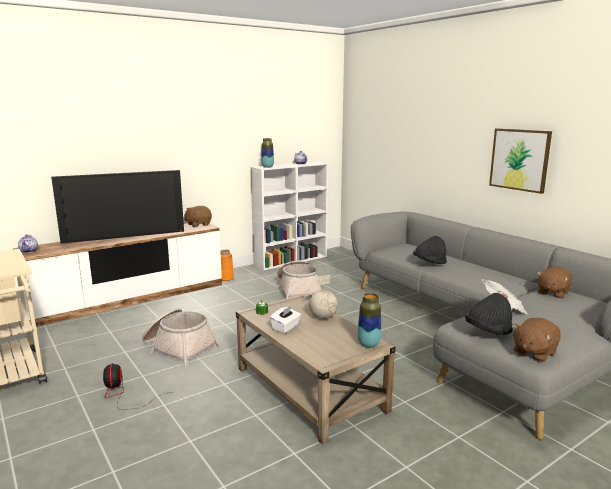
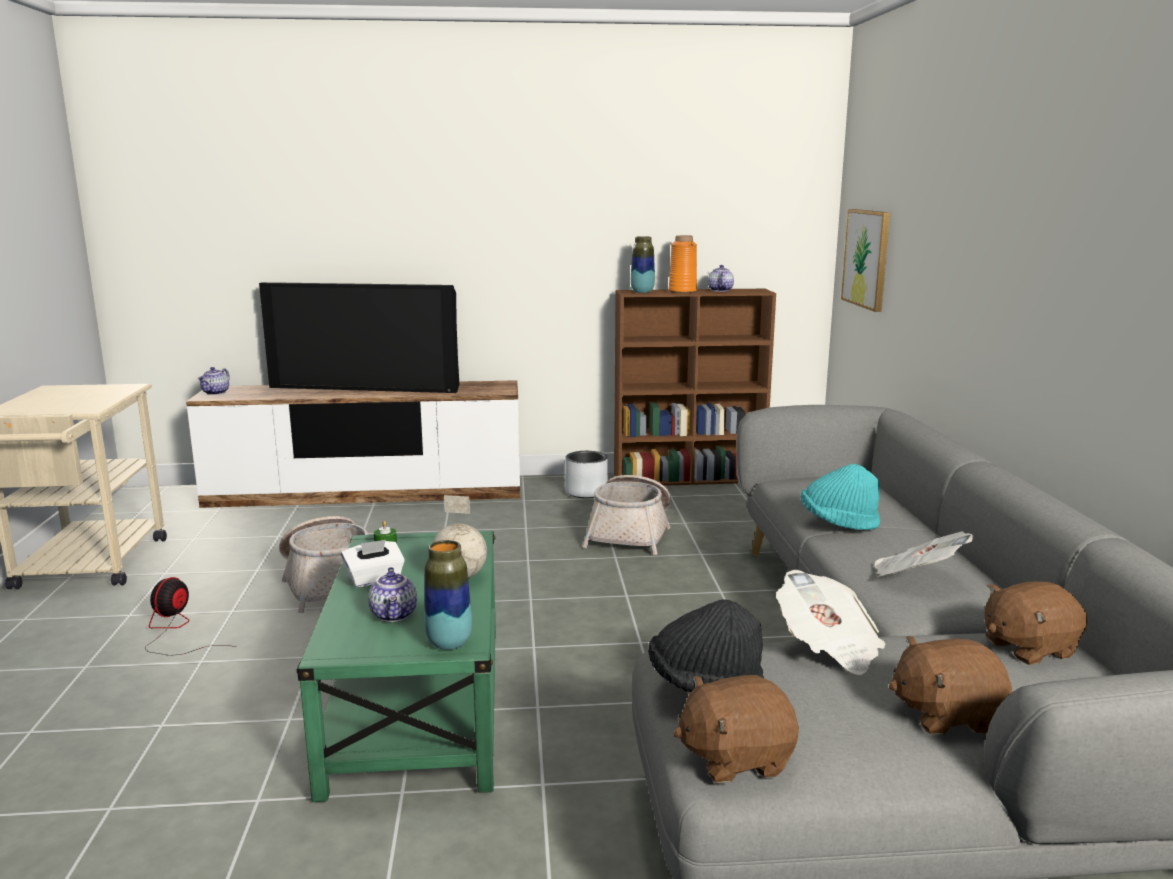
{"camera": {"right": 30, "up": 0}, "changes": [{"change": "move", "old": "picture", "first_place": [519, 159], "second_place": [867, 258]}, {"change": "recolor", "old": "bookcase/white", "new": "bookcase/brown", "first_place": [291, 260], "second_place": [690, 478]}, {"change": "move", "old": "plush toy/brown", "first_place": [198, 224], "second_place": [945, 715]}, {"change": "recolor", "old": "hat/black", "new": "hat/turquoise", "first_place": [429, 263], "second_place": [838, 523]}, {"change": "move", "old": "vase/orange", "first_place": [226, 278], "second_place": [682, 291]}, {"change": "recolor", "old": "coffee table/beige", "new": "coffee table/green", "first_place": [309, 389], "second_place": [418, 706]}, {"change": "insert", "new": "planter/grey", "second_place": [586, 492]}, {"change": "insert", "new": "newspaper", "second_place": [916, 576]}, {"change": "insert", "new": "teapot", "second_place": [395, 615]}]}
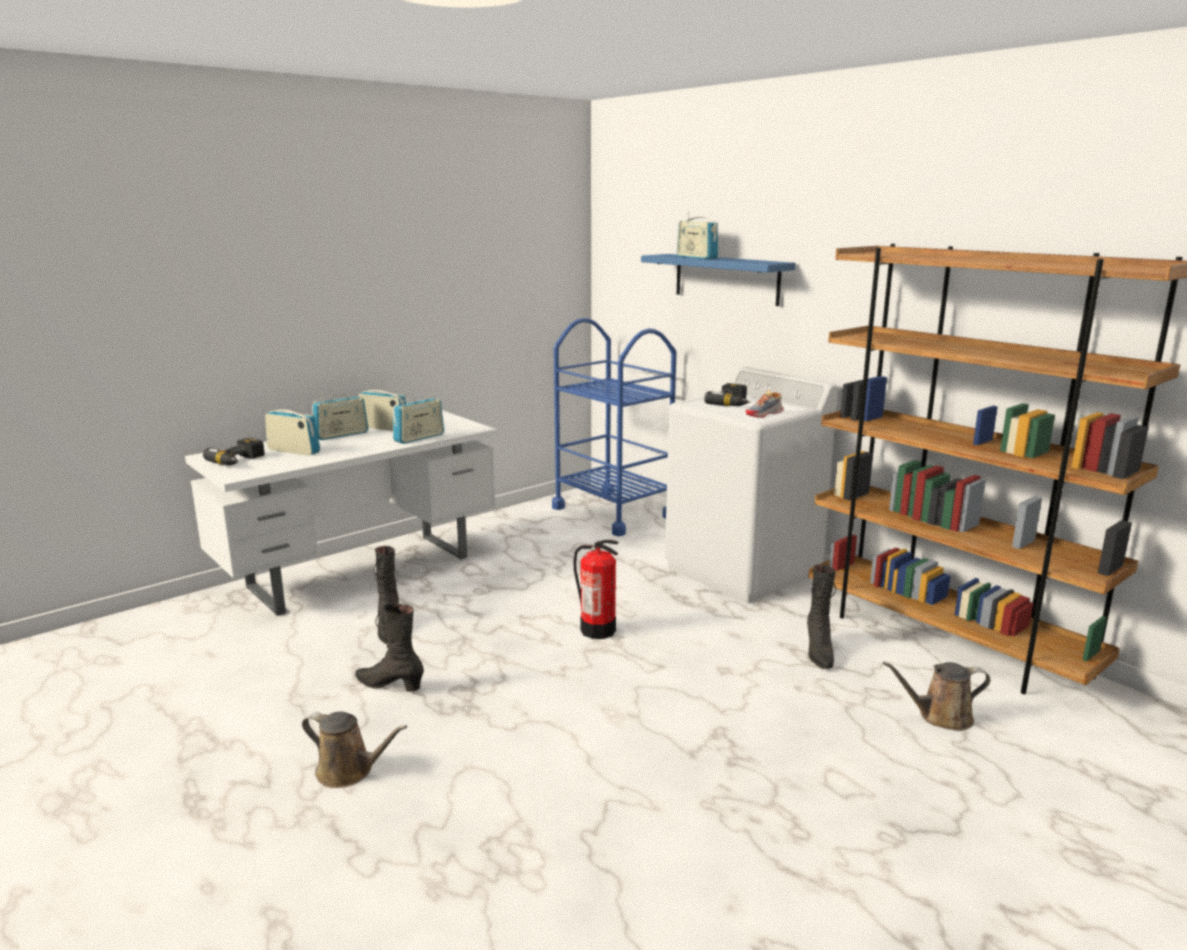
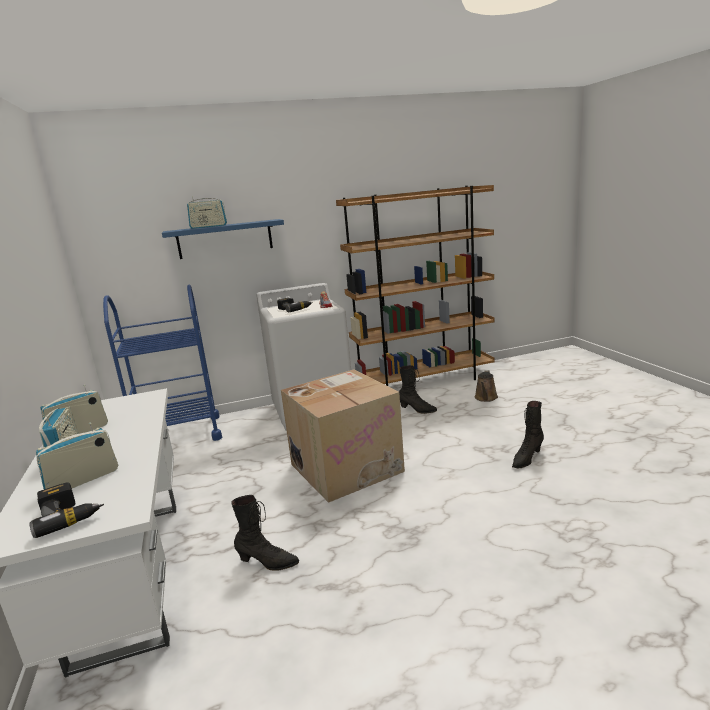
{"camera": {"right": -65, "up": 0}, "changes": [{"change": "delete", "old": "radio", "first_place": [419, 438]}, {"change": "replace", "old": "fire extinguisher", "new": "cardboard box", "first_place": [597, 630], "second_place": [346, 467]}, {"change": "move", "old": "boot/black", "first_place": [390, 685], "second_place": [526, 459]}, {"change": "delete", "old": "watering can/brown", "first_place": [349, 771]}]}
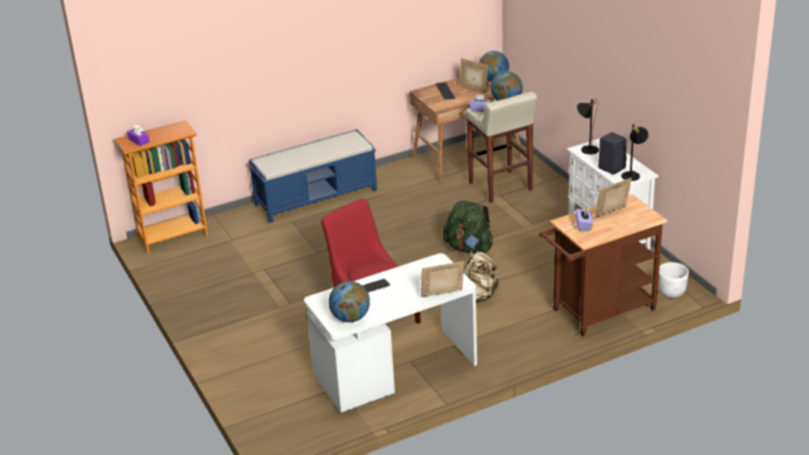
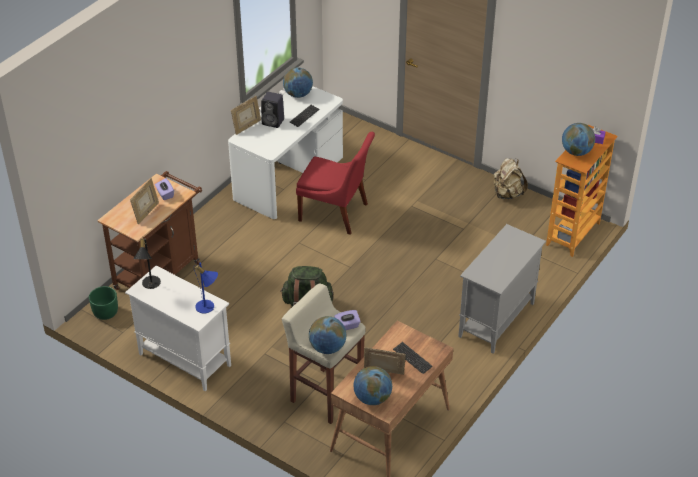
{"camera": {"right": 150, "up": 10}, "changes": [{"change": "recolor", "old": "table lamp/black", "new": "table lamp/blue", "first_place": [587, 148], "second_place": [208, 308]}, {"change": "replace", "old": "bench/blue", "new": "cabinet/grey", "first_place": [317, 197], "second_place": [496, 320]}, {"change": "move", "old": "speaker/black", "first_place": [611, 168], "second_place": [273, 122]}, {"change": "move", "old": "backpack/beige", "first_place": [479, 296], "second_place": [507, 194]}, {"change": "recolor", "old": "planter/white", "new": "planter/green", "first_place": [671, 292], "second_place": [105, 312]}, {"change": "insert", "new": "globe", "second_place": [576, 152]}]}
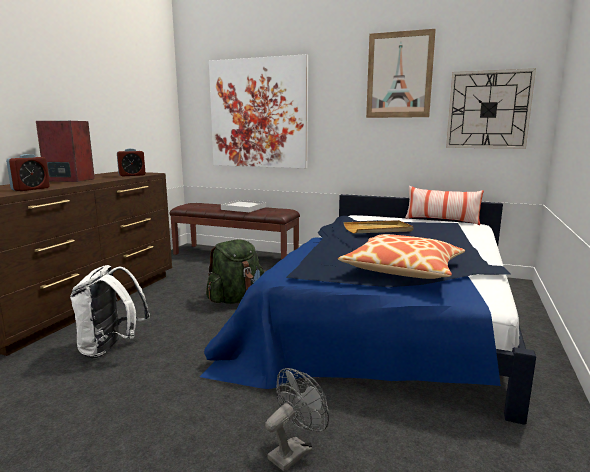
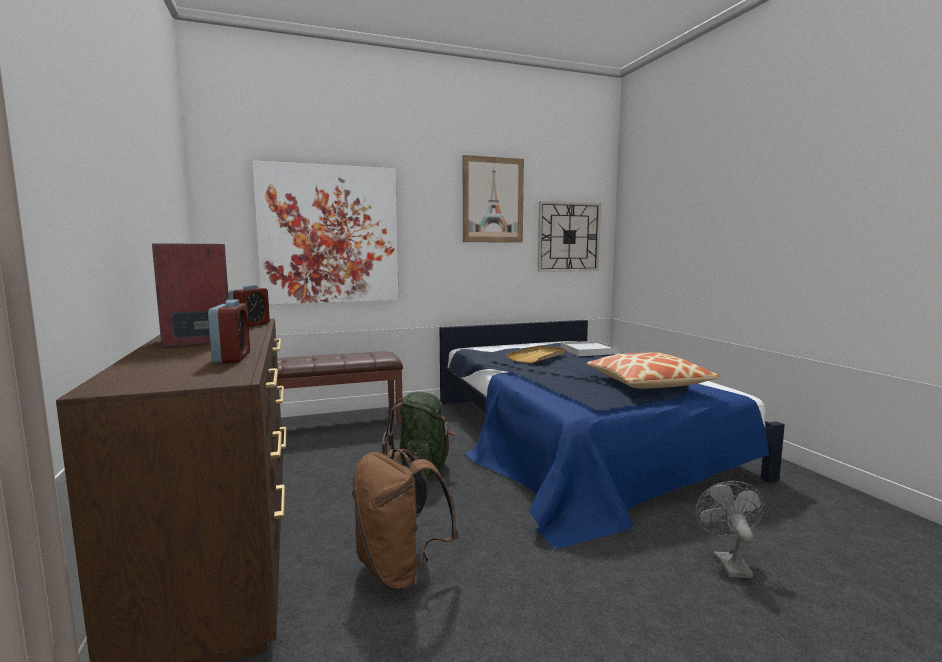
{"camera": {"right": -40, "up": -5}, "changes": [{"change": "delete", "old": "pillow", "first_place": [441, 221]}, {"change": "move", "old": "tray/white", "first_place": [244, 208], "second_place": [588, 351]}, {"change": "recolor", "old": "backpack/white", "new": "backpack/brown", "first_place": [111, 348], "second_place": [400, 571]}]}
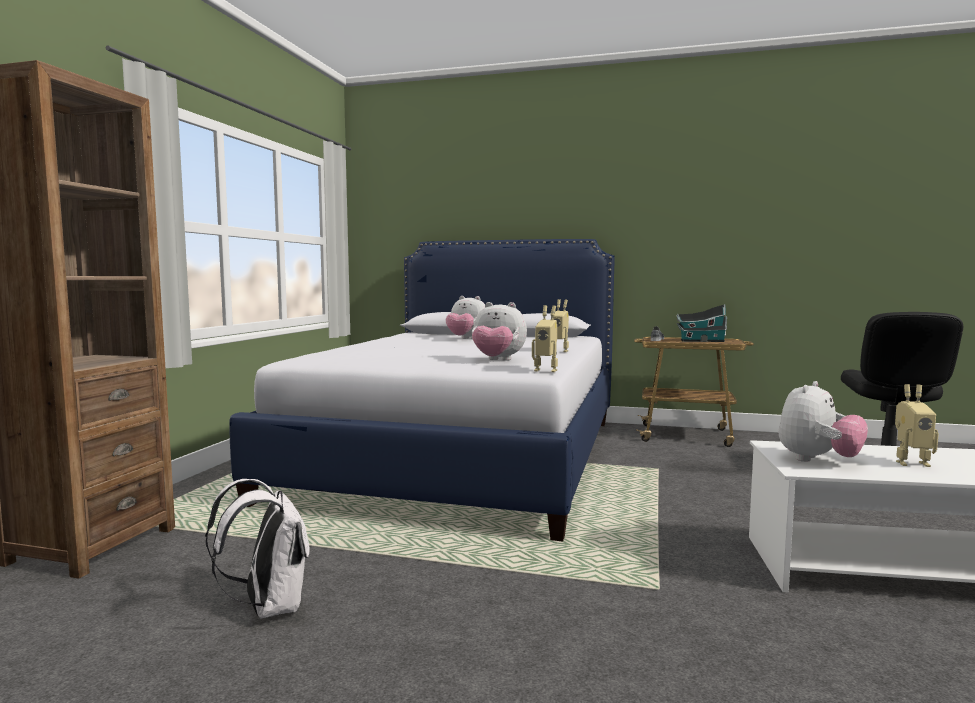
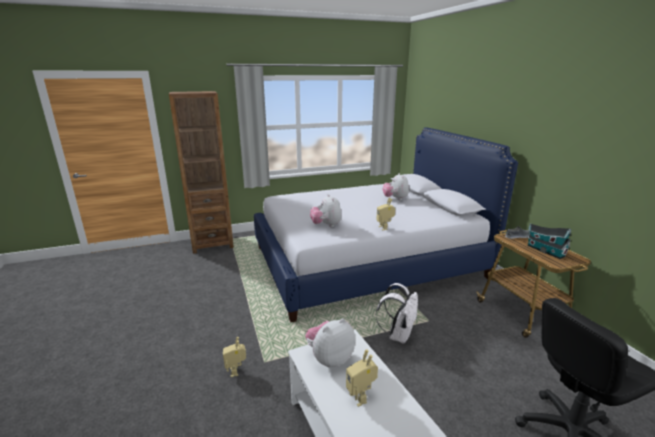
{"camera": {"right": 55, "up": 15}, "changes": [{"change": "move", "old": "toy robot", "first_place": [546, 370], "second_place": [236, 371]}, {"change": "rotate", "old": "plush toy", "first_place": [817, 460], "second_place": [329, 358], "degrees": 135}, {"change": "move", "old": "backpack/white", "first_place": [269, 607], "second_place": [398, 335]}]}
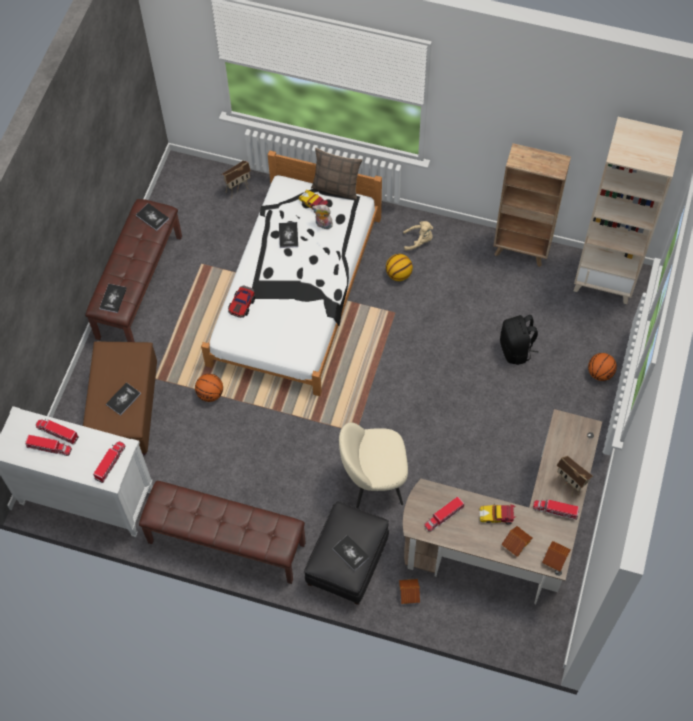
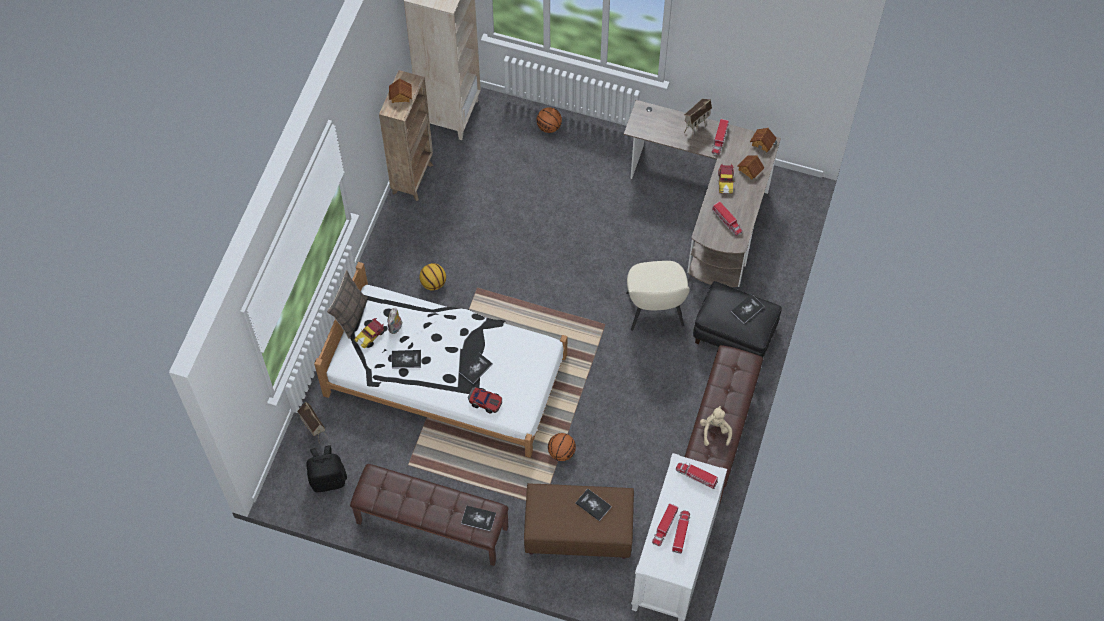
{"camera": {"right": -90, "up": 0}, "changes": [{"change": "move", "old": "book", "first_place": [152, 217], "second_place": [476, 368]}, {"change": "move", "old": "plush toy/beige", "first_place": [419, 241], "second_place": [715, 431]}, {"change": "move", "old": "backpack/black", "first_place": [516, 350], "second_place": [328, 479]}, {"change": "move", "old": "toy house", "first_place": [408, 593], "second_place": [400, 96]}]}
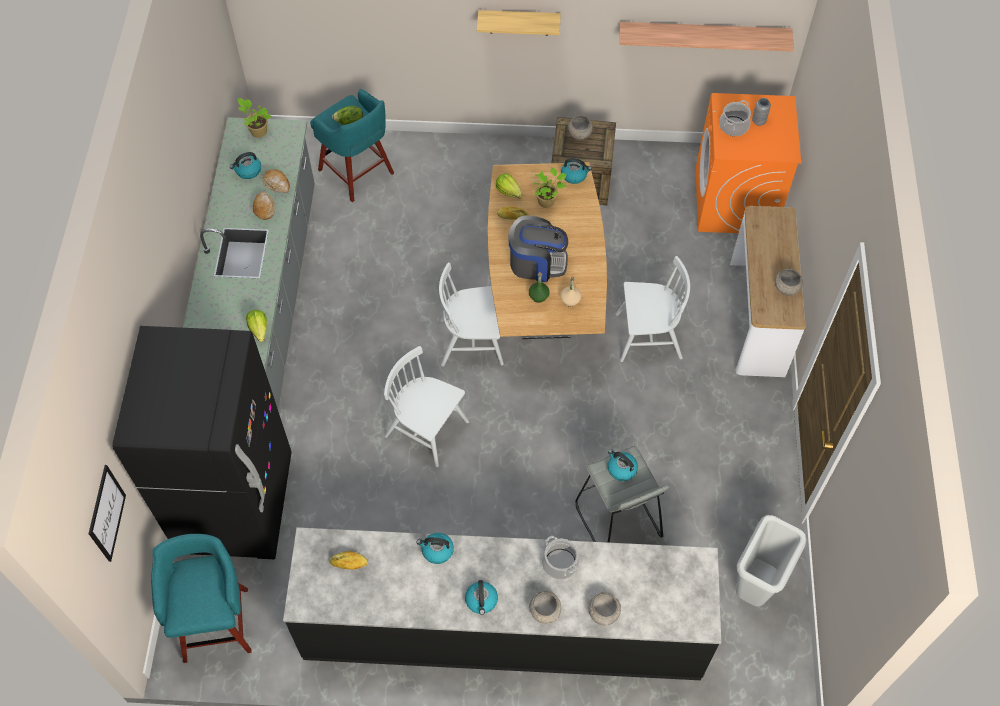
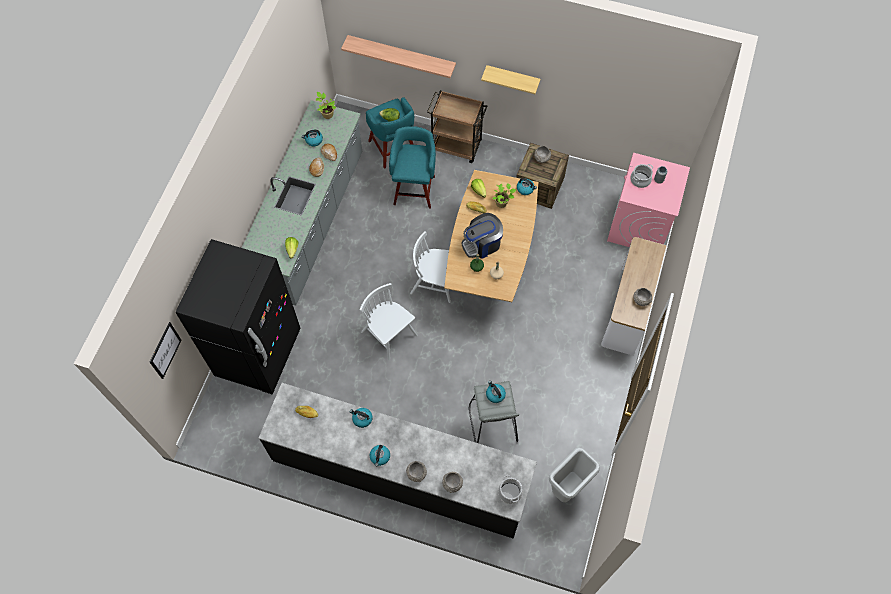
{"camera": {"right": 15, "up": 5}, "changes": [{"change": "move", "old": "shelf", "first_place": [703, 36], "second_place": [401, 55]}, {"change": "recolor", "old": "washing machine/orange", "new": "washing machine/pink", "first_place": [735, 201], "second_place": [639, 225]}, {"change": "rotate", "old": "coffee machine", "first_place": [536, 262], "second_place": [482, 244], "degrees": 135}, {"change": "delete", "old": "chair/white", "first_place": [648, 336]}, {"change": "move", "old": "stool/turquoise", "first_place": [216, 621], "second_place": [414, 189]}, {"change": "move", "old": "cooking pot", "first_place": [560, 563], "second_place": [510, 492]}, {"change": "insert", "new": "cart/brown", "second_place": [456, 146]}]}
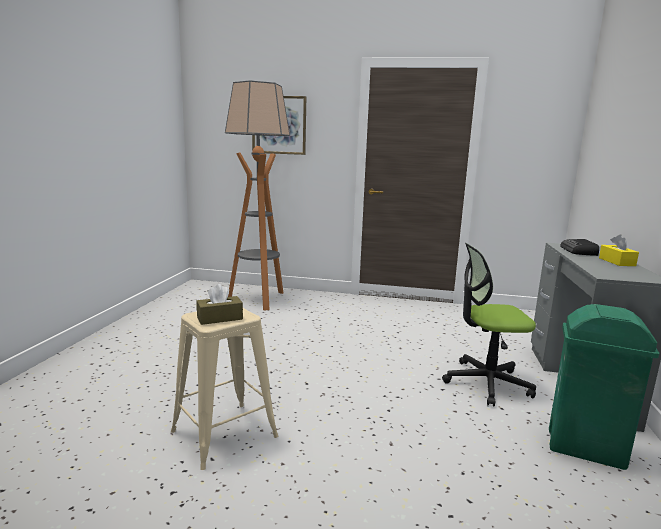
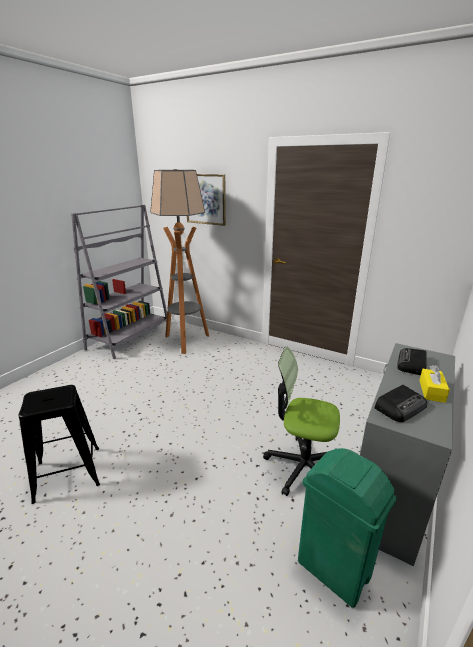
{"camera": {"right": 20, "up": 10}, "changes": [{"change": "delete", "old": "tissue box/brown", "first_place": [220, 318]}, {"change": "recolor", "old": "stool/beige", "new": "stool/black", "first_place": [224, 434], "second_place": [68, 473]}, {"change": "insert", "new": "bookcase/grey", "second_place": [130, 338]}, {"change": "insert", "new": "radio", "second_place": [400, 407]}]}
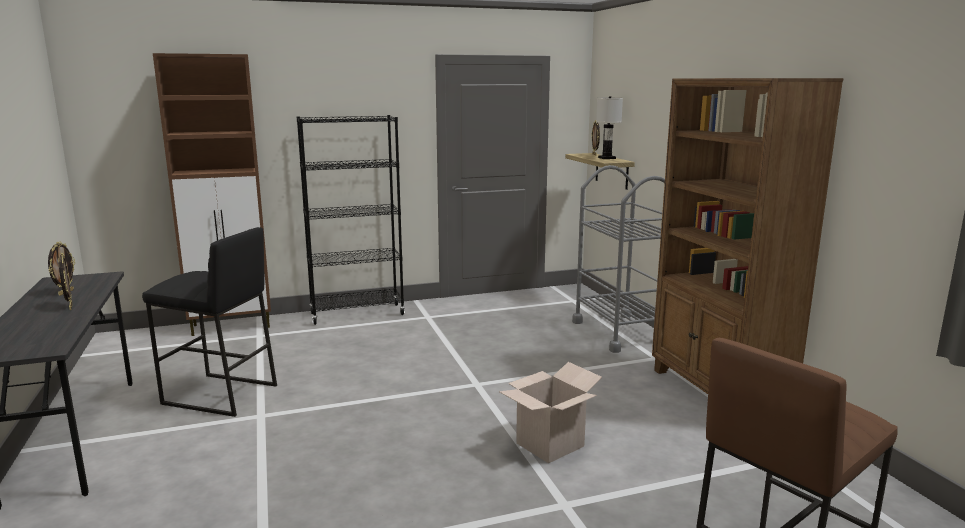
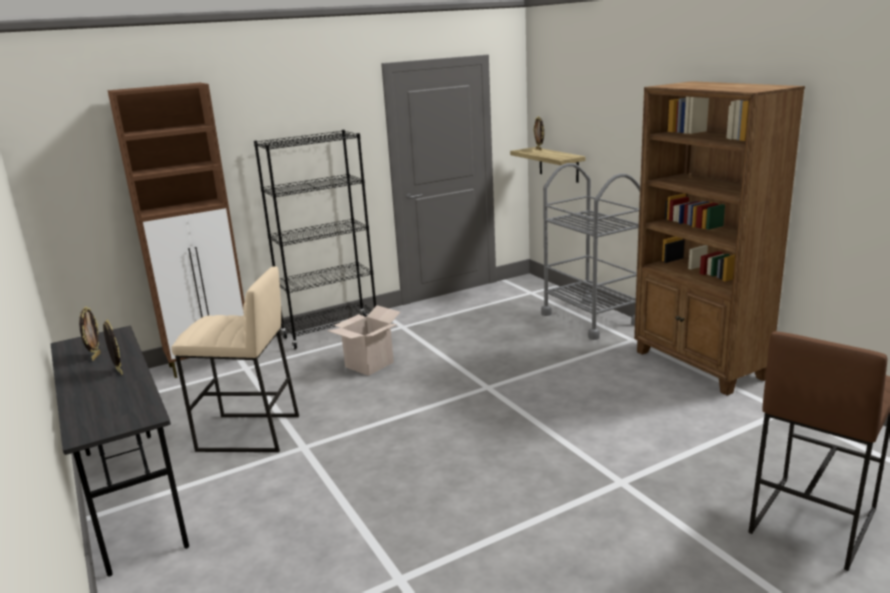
{"camera": {"right": -10, "up": 5}, "changes": [{"change": "delete", "old": "table lamp/white", "first_place": [606, 158]}, {"change": "recolor", "old": "stool/black", "new": "stool/beige", "first_place": [219, 395], "second_place": [248, 433]}, {"change": "move", "old": "cardboard box", "first_place": [550, 445], "second_place": [369, 365]}]}
